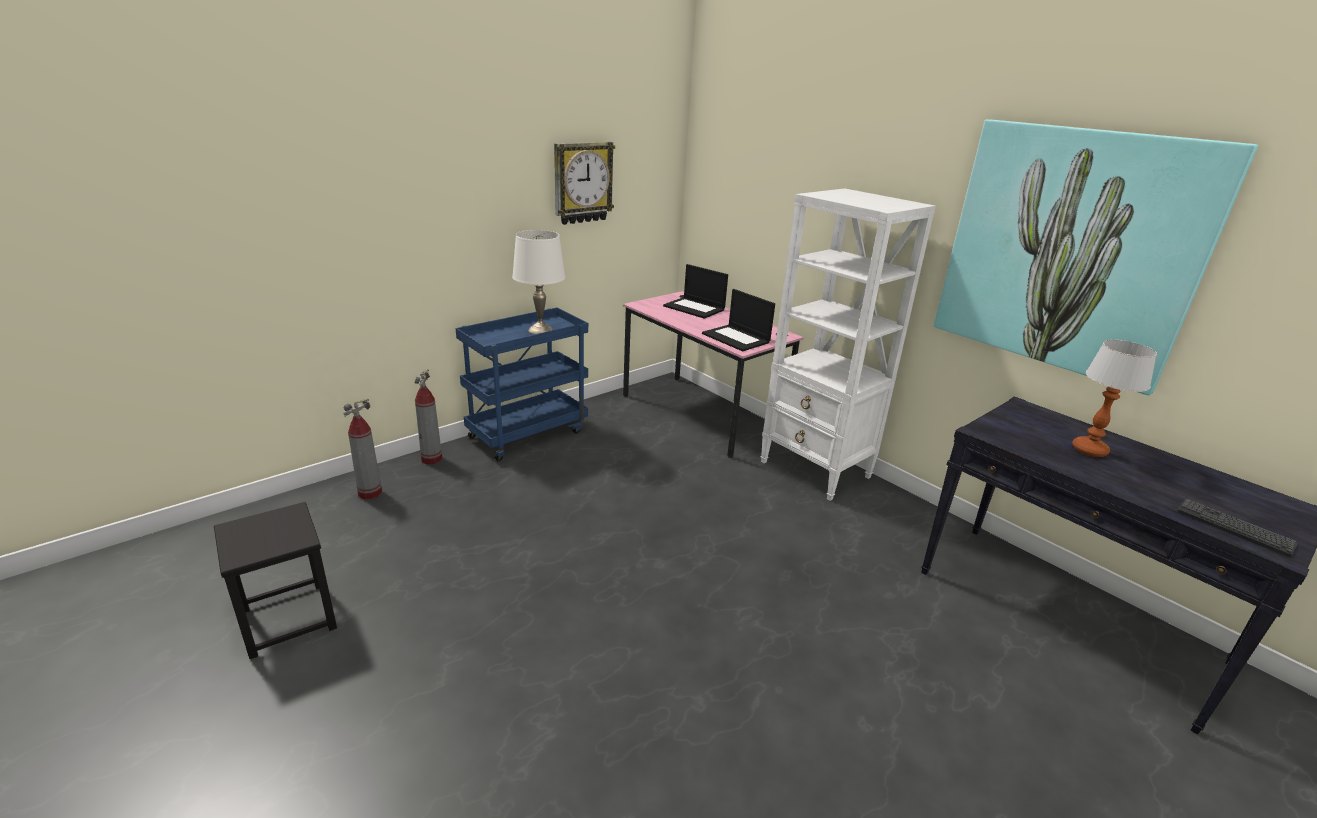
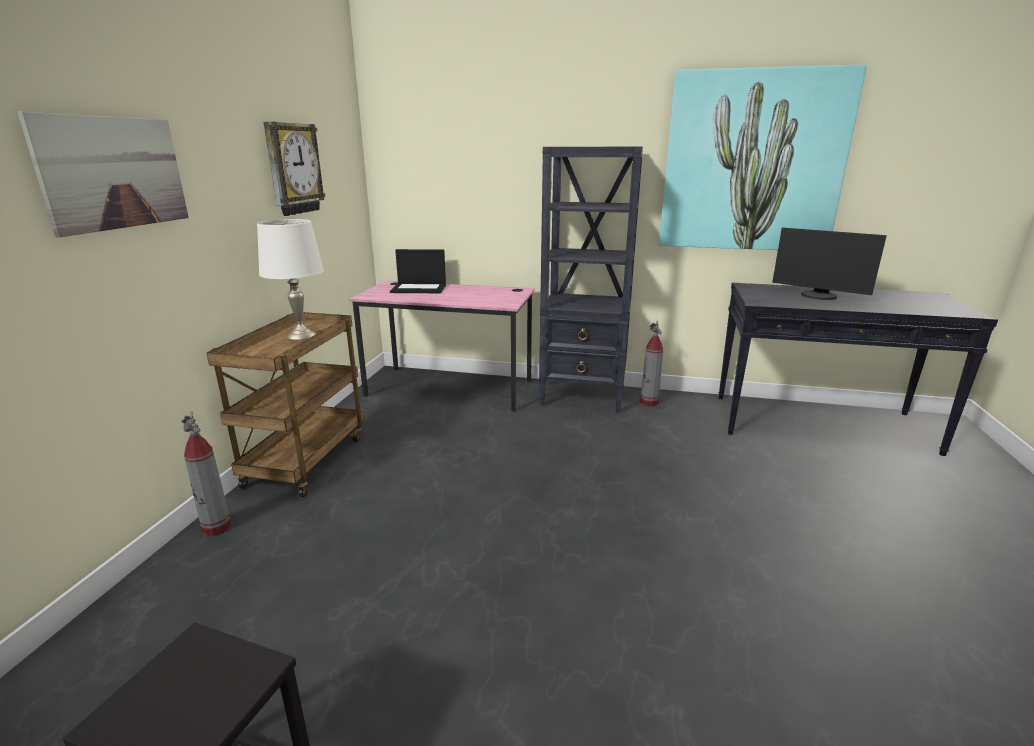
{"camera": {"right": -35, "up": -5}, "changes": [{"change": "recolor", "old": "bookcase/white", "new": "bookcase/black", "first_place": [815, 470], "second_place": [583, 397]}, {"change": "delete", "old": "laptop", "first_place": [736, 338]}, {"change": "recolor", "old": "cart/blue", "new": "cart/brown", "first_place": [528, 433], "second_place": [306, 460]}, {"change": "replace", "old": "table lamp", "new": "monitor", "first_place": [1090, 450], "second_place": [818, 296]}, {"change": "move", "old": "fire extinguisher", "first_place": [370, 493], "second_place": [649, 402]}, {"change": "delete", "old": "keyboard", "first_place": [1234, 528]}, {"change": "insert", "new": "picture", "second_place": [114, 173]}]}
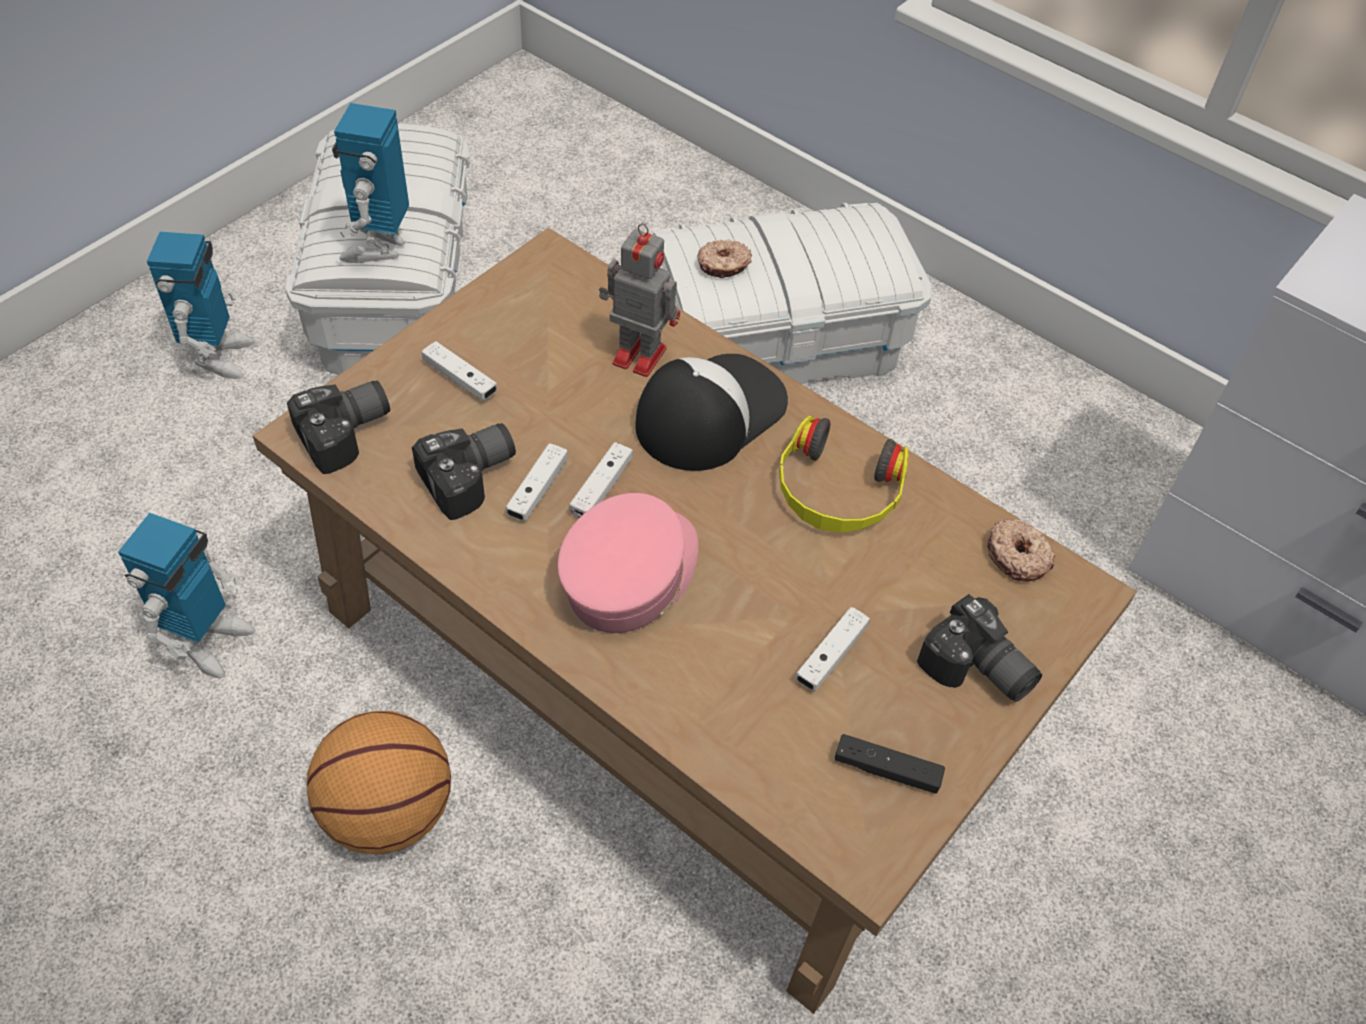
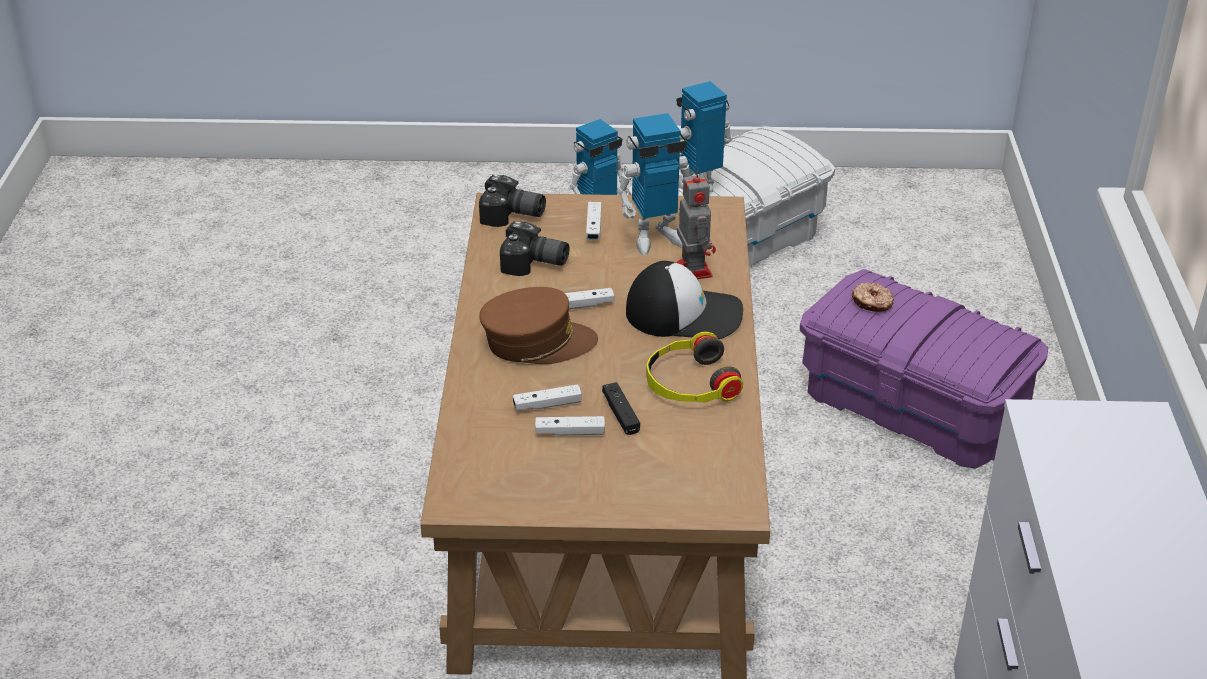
{"camera": {"right": 55, "up": -15}, "changes": [{"change": "recolor", "old": "storage box/white", "new": "storage box/purple", "first_place": [774, 345], "second_place": [913, 405]}, {"change": "move", "old": "game controller/white", "first_place": [537, 490], "second_place": [547, 405]}, {"change": "recolor", "old": "cap/pink", "new": "cap/brown", "first_place": [630, 576], "second_place": [537, 342]}, {"change": "move", "old": "toy robot", "first_place": [209, 642], "second_place": [656, 237]}, {"change": "delete", "old": "donut", "first_place": [1018, 556]}, {"change": "delete", "old": "photo camera", "first_place": [976, 671]}, {"change": "delete", "old": "basketball", "first_place": [388, 813]}, {"change": "move", "old": "game controller/black", "first_place": [886, 770], "second_place": [621, 414]}]}
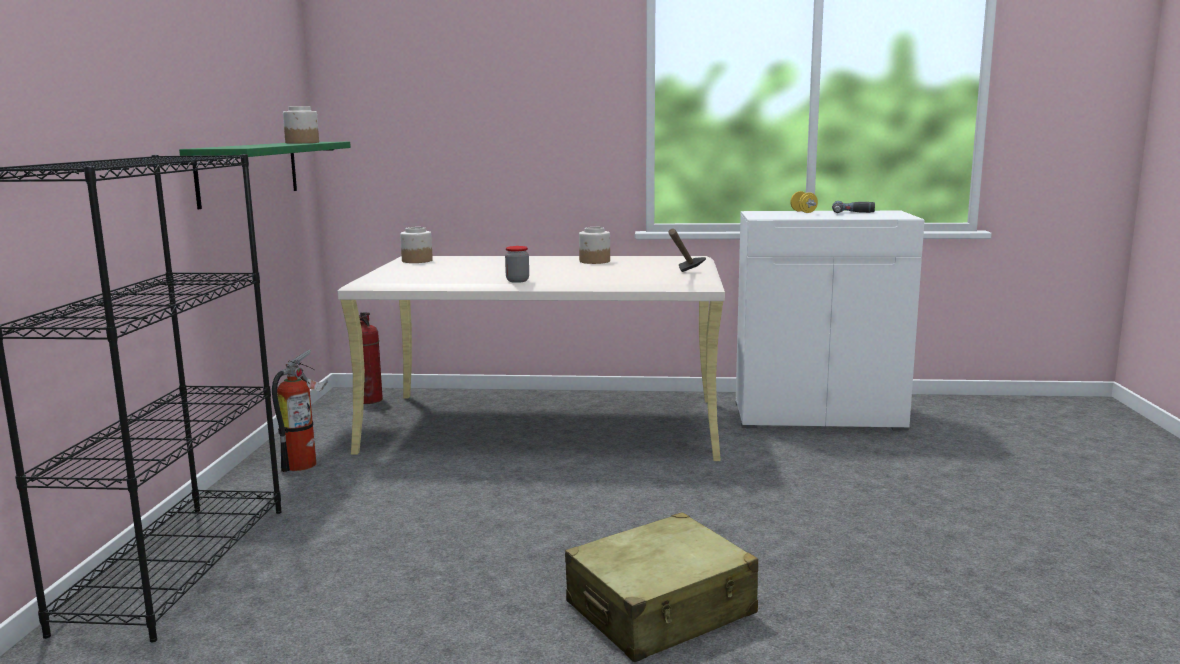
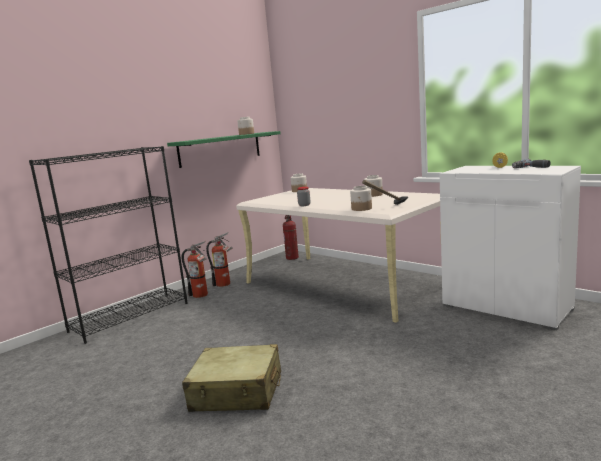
{"camera": {"right": 40, "up": 0}, "changes": [{"change": "insert", "new": "jar", "second_place": [361, 209]}, {"change": "insert", "new": "fire extinguisher", "second_place": [202, 295]}]}
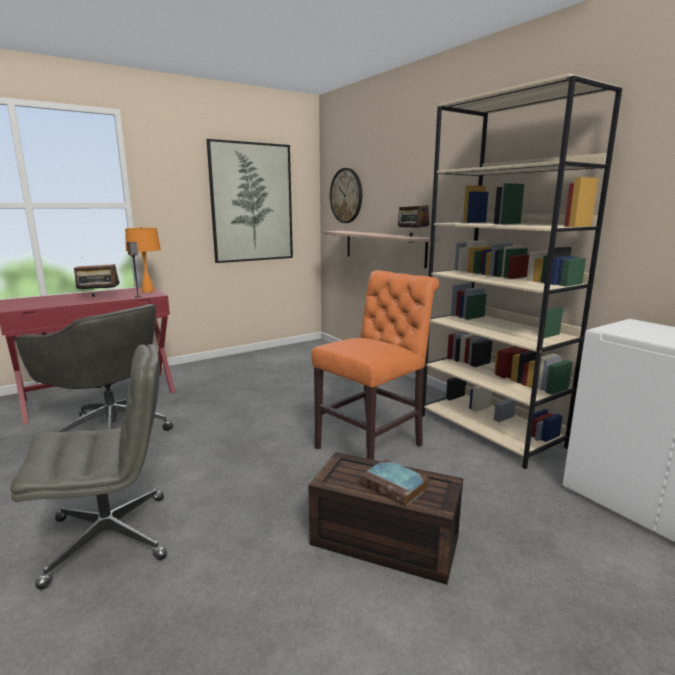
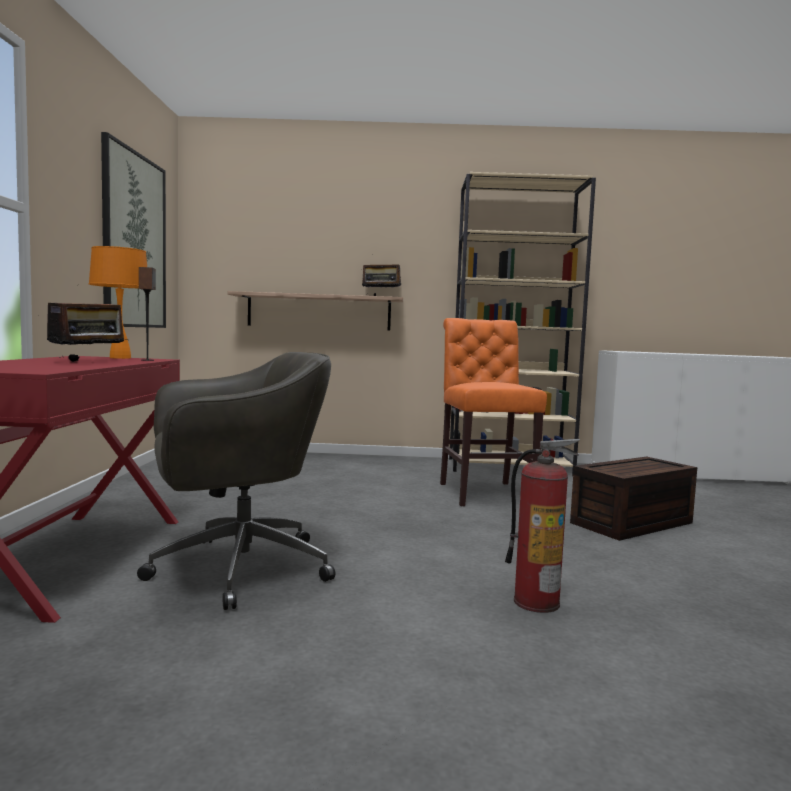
{"camera": {"right": -55, "up": -10}, "changes": [{"change": "delete", "old": "wall clock", "first_place": [346, 196]}, {"change": "replace", "old": "office chair/grey", "new": "fire extinguisher", "first_place": [111, 537], "second_place": [537, 602]}, {"change": "delete", "old": "book", "first_place": [396, 486]}]}
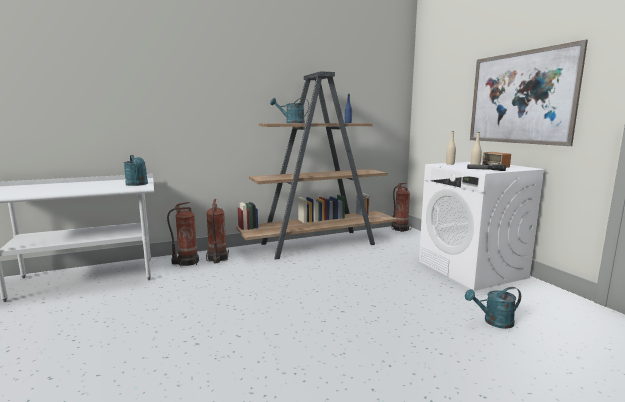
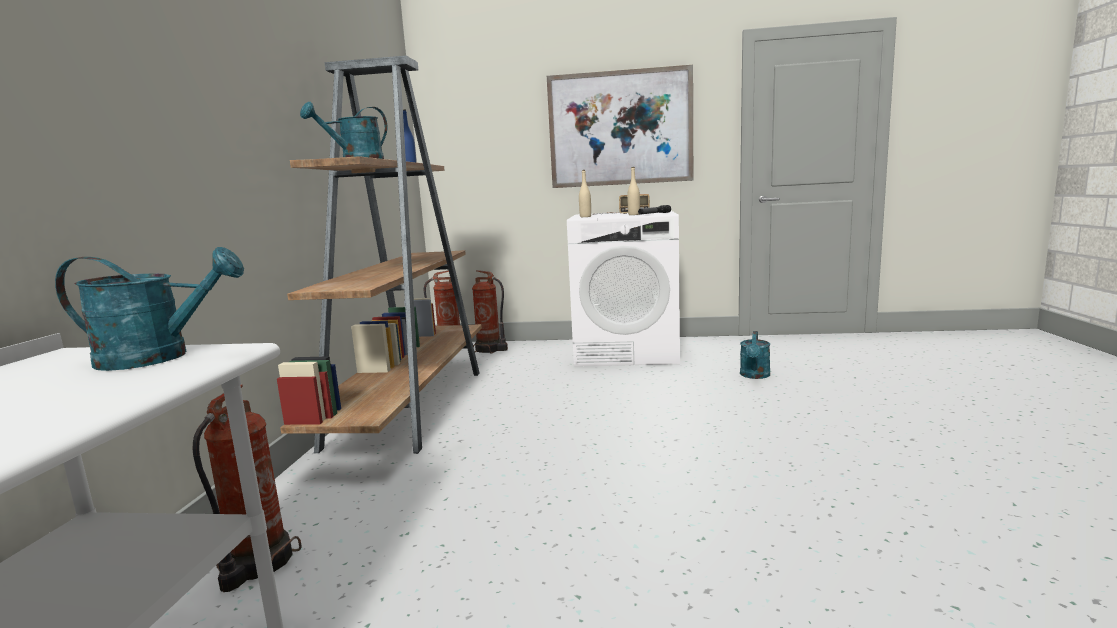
{"camera": {"right": -60, "up": 0}, "changes": [{"change": "move", "old": "fire extinguisher", "first_place": [217, 258], "second_place": [490, 350]}]}
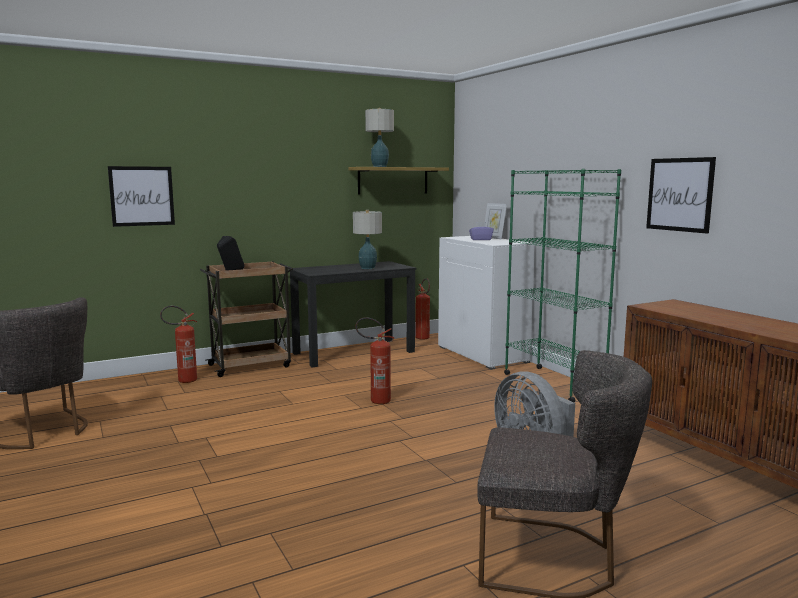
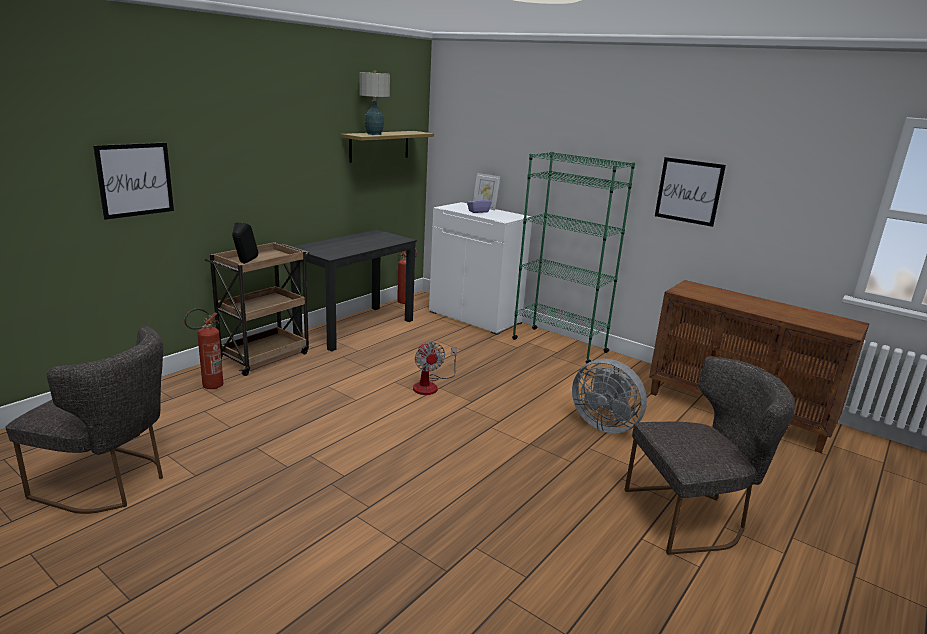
{"camera": {"right": -25, "up": 10}, "changes": [{"change": "delete", "old": "table lamp", "first_place": [367, 268]}, {"change": "replace", "old": "fire extinguisher", "new": "fan", "first_place": [375, 401], "second_place": [430, 385]}]}
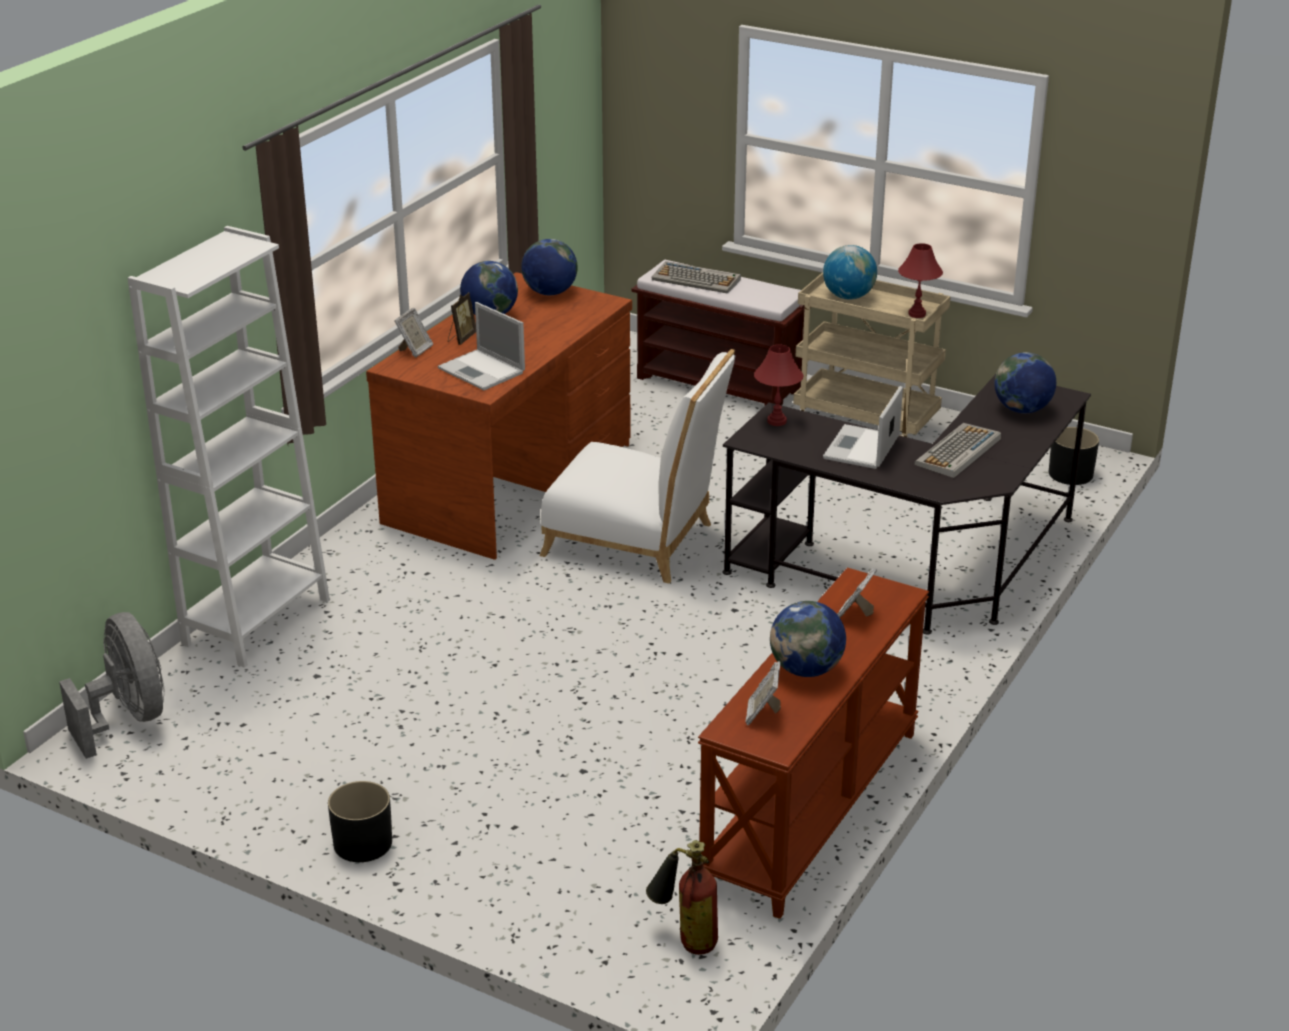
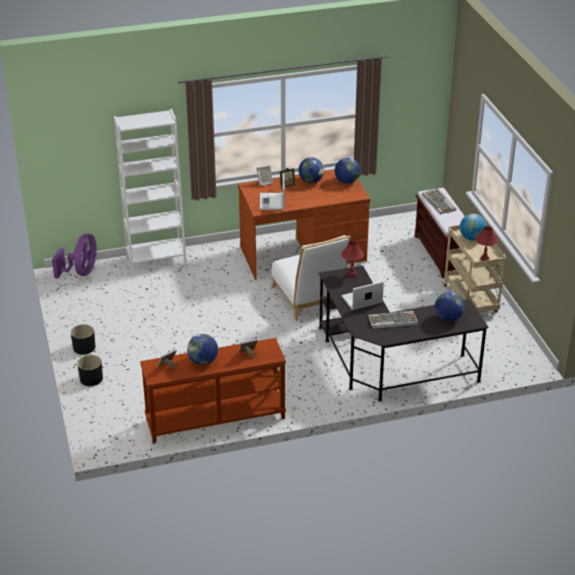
{"camera": {"right": 45, "up": 5}, "changes": [{"change": "move", "old": "planter/black", "first_place": [1070, 474], "second_place": [91, 379]}, {"change": "recolor", "old": "fan/grey", "new": "fan/purple", "first_place": [128, 719], "second_place": [81, 272]}, {"change": "delete", "old": "fire extinguisher", "first_place": [685, 938]}]}
